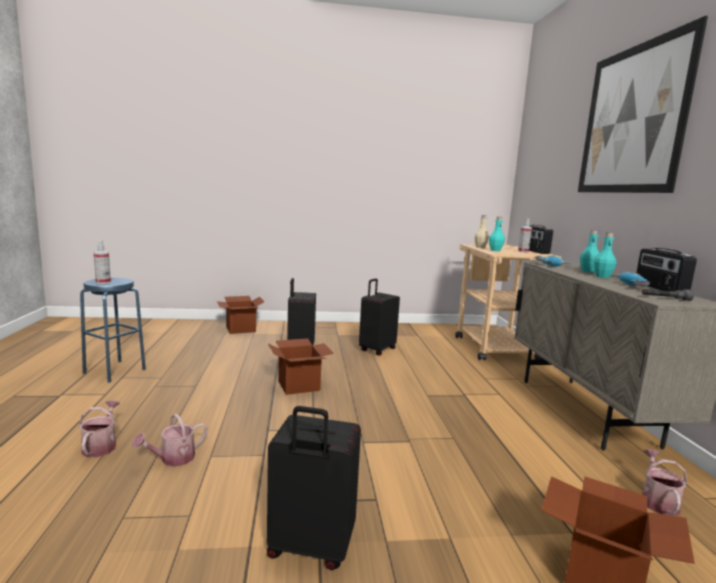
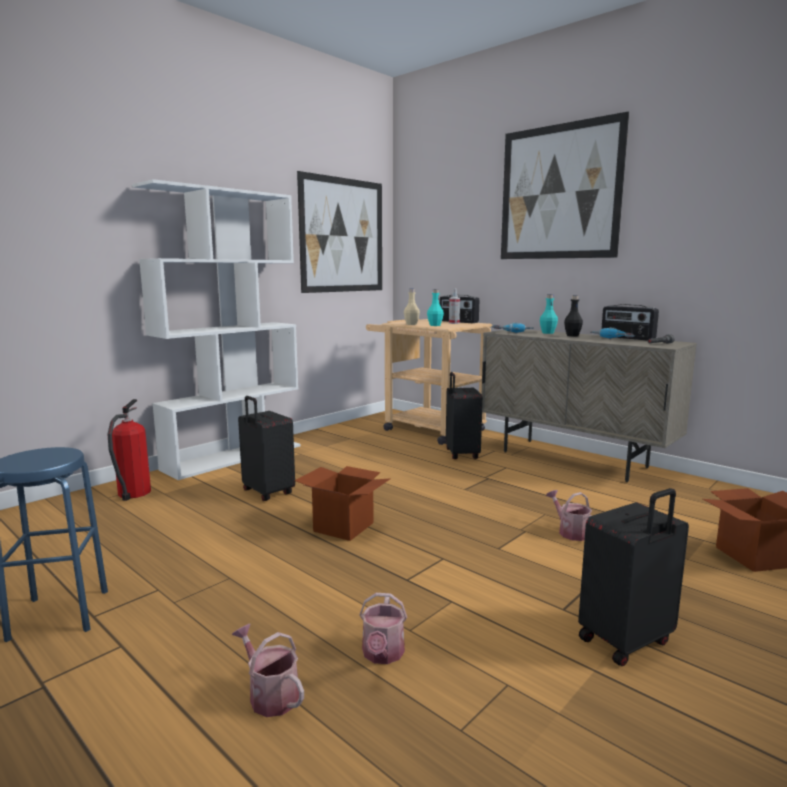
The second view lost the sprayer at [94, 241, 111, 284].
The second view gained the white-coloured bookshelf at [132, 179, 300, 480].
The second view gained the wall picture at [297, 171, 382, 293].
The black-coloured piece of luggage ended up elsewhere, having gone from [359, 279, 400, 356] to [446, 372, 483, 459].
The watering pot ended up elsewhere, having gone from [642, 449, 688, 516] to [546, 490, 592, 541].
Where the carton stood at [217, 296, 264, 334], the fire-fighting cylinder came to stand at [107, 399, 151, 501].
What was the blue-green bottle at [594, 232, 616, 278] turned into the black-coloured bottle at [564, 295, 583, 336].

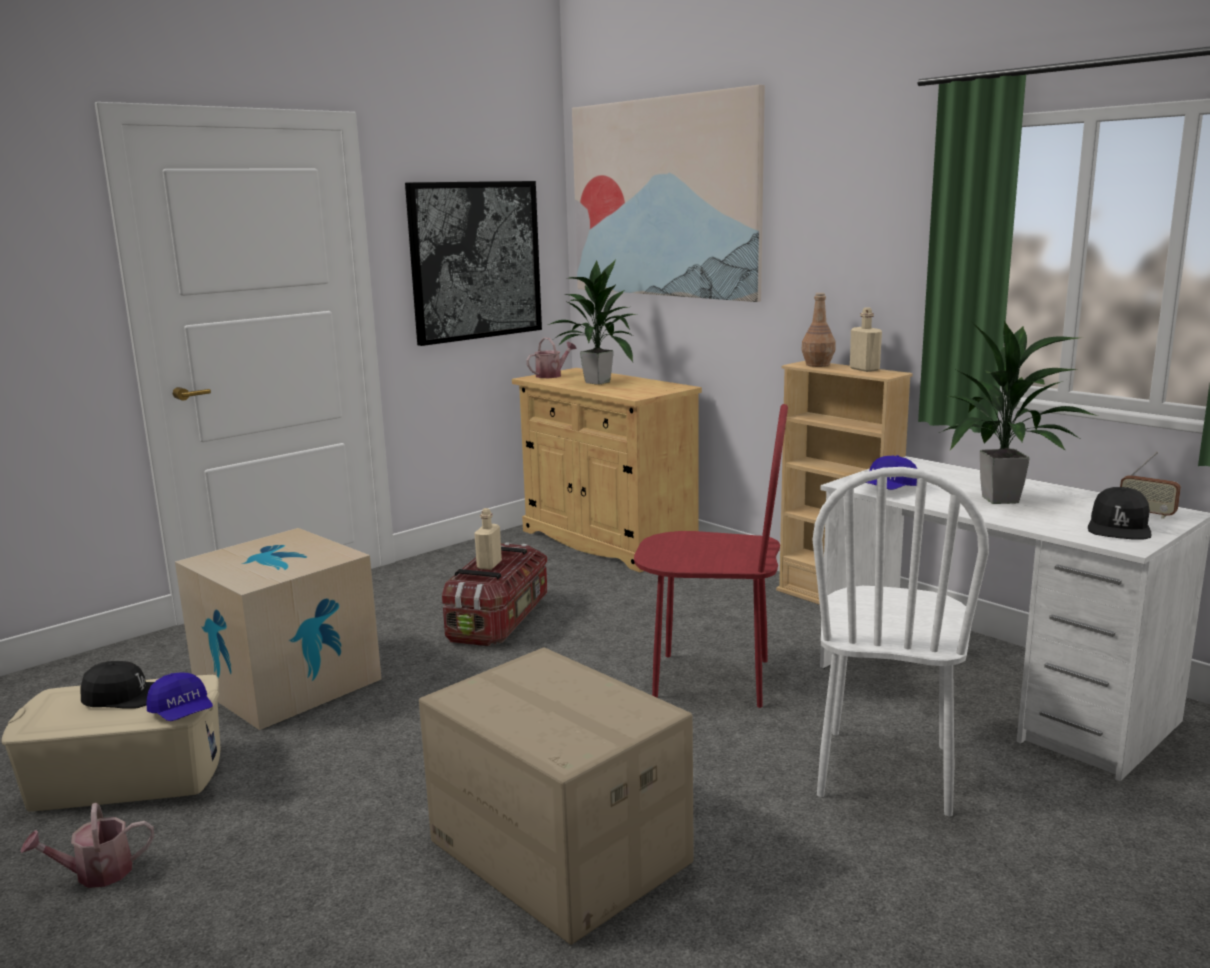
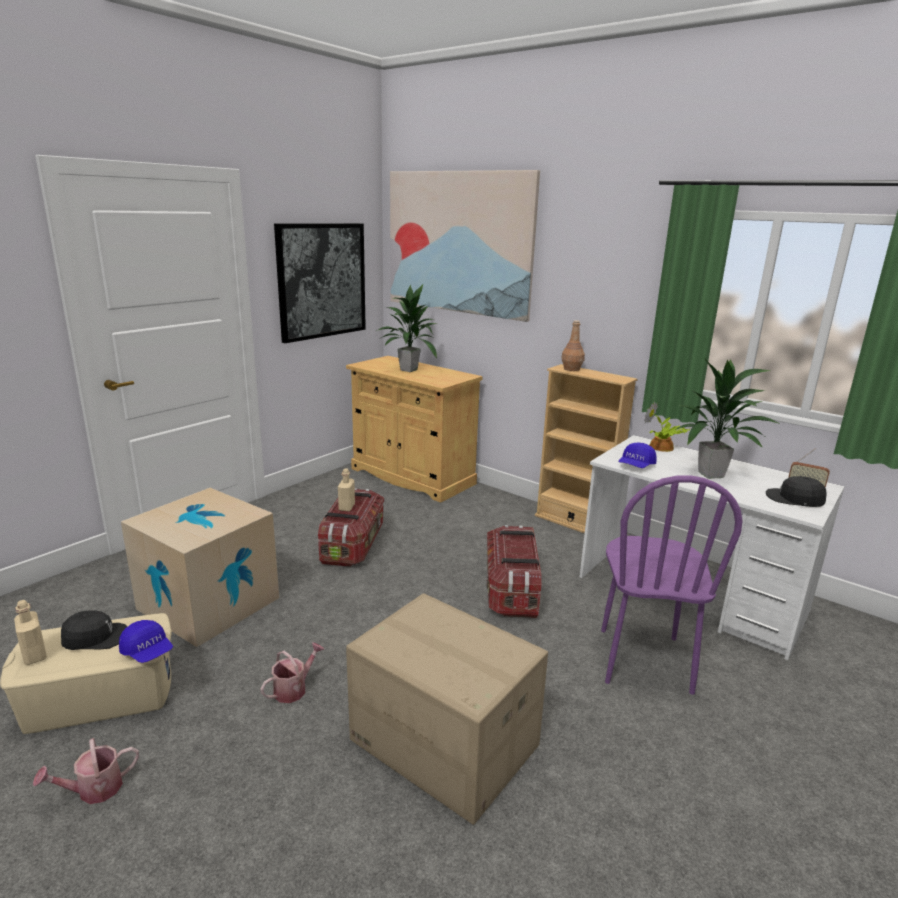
The second view gained the houseplant at [644, 401, 690, 452].
The watering pot ended up elsewhere, having gone from [526, 338, 577, 378] to [260, 643, 324, 703].
The sand-coloured bottle ended up elsewhere, having gone from [850, 307, 882, 372] to [14, 600, 47, 665].
Where the red-coloured upright chair stood at [634, 404, 788, 708], the storage container came to stand at [487, 525, 541, 618].
What was the white-coloured upright chair at [812, 467, 989, 816] turned into the purple upright chair at [601, 475, 742, 694].
The black-coloured peaked cap at [1088, 487, 1151, 540] ended up facing another way, 105 degrees clockwise from before.

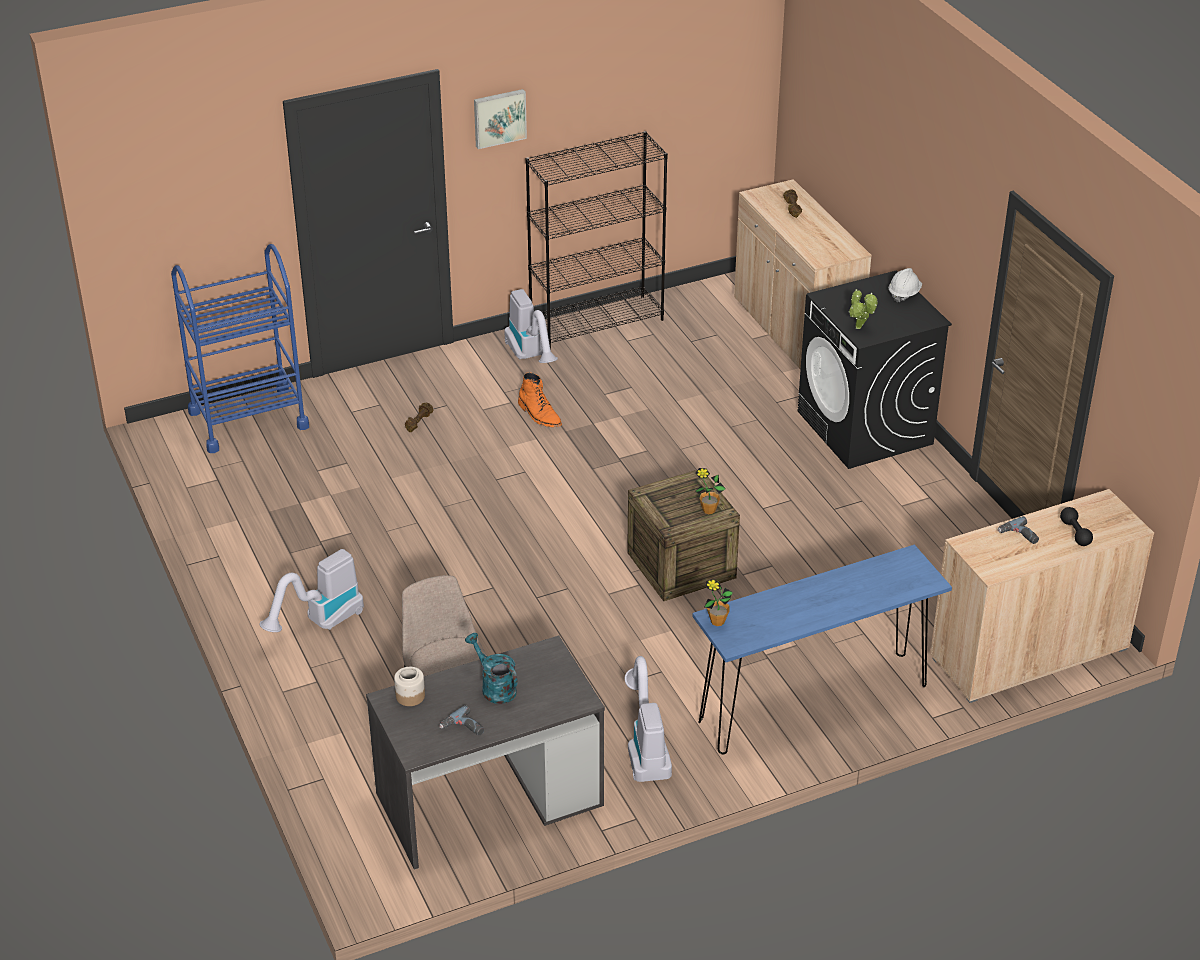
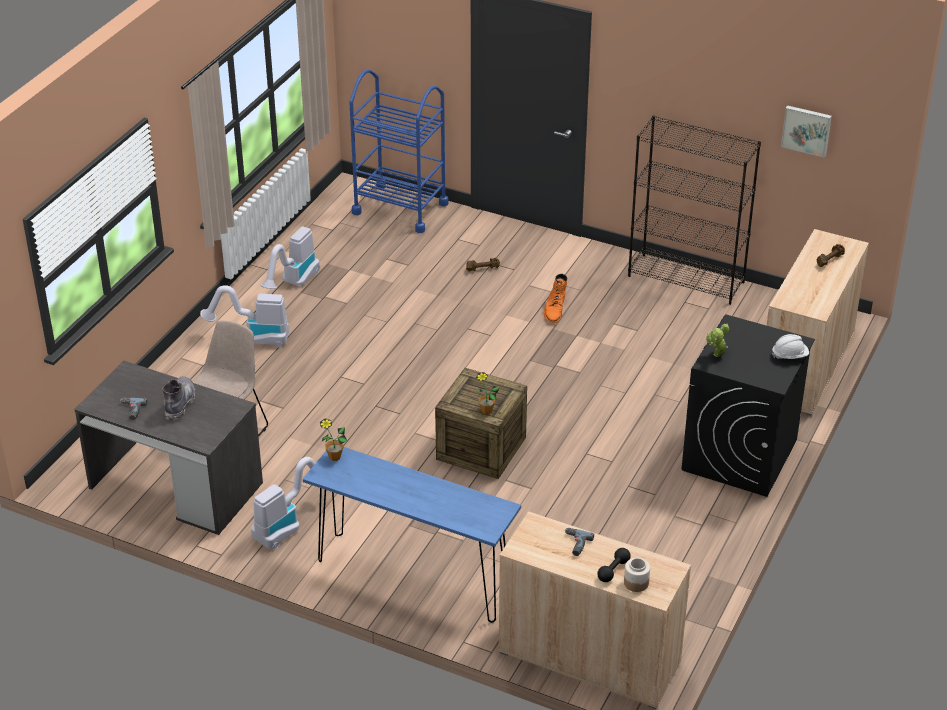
The storage jar ended up elsewhere, having gone from [394, 667, 425, 706] to [624, 558, 650, 592].
The wall picture ended up elsewhere, having gone from [474, 89, 527, 149] to [781, 105, 832, 158].
The vacuum ended up elsewhere, having gone from [504, 289, 558, 363] to [261, 226, 320, 289].
Where the blue-green watering pot stood at [465, 633, 518, 704], the gray high-top boot came to stand at [162, 376, 195, 421].

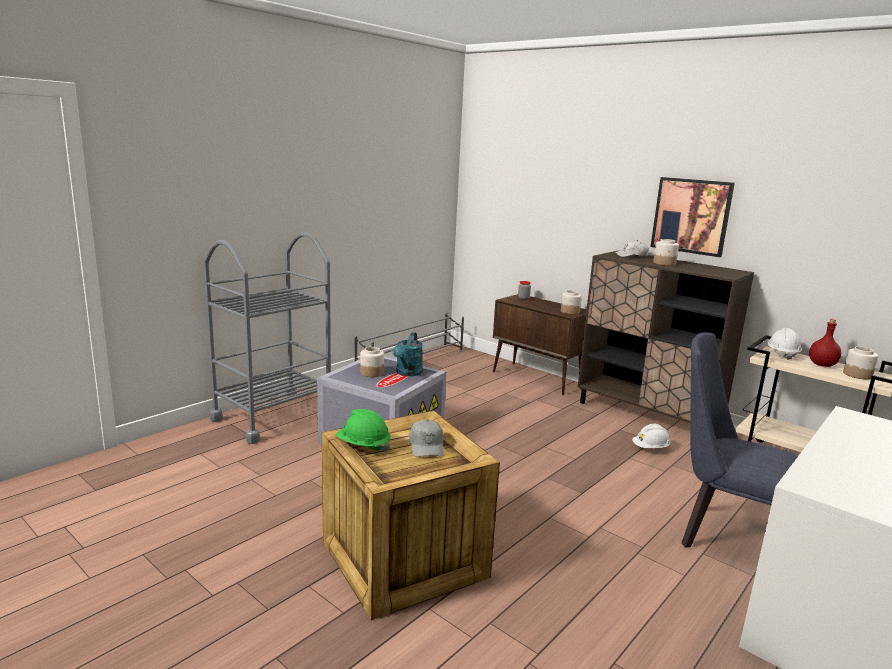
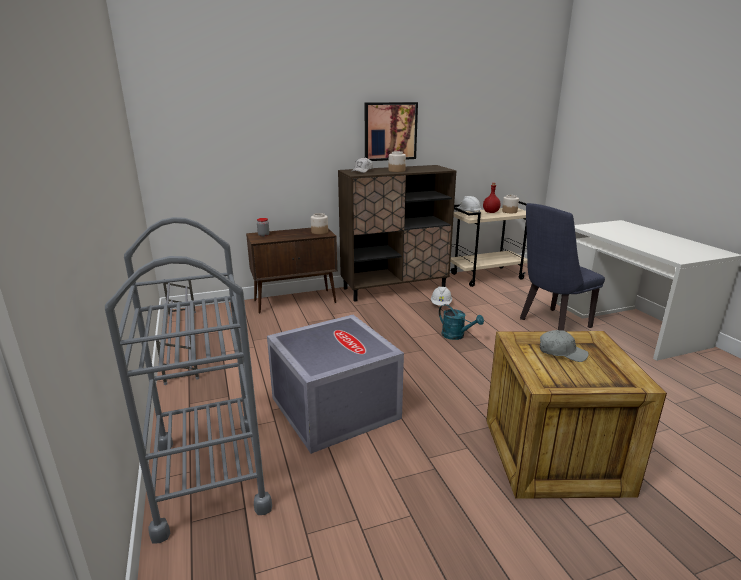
The second view lost the green-coloured hard hat at [336, 409, 391, 452].
The second view lost the storage jar at [360, 347, 384, 377].
The blue-green watering pot ended up elsewhere, having gone from [393, 332, 423, 376] to [439, 304, 484, 340].

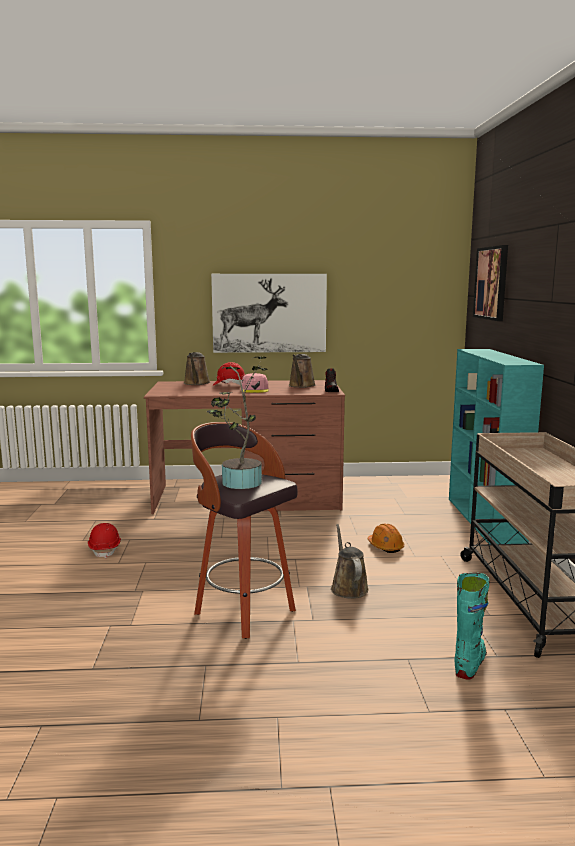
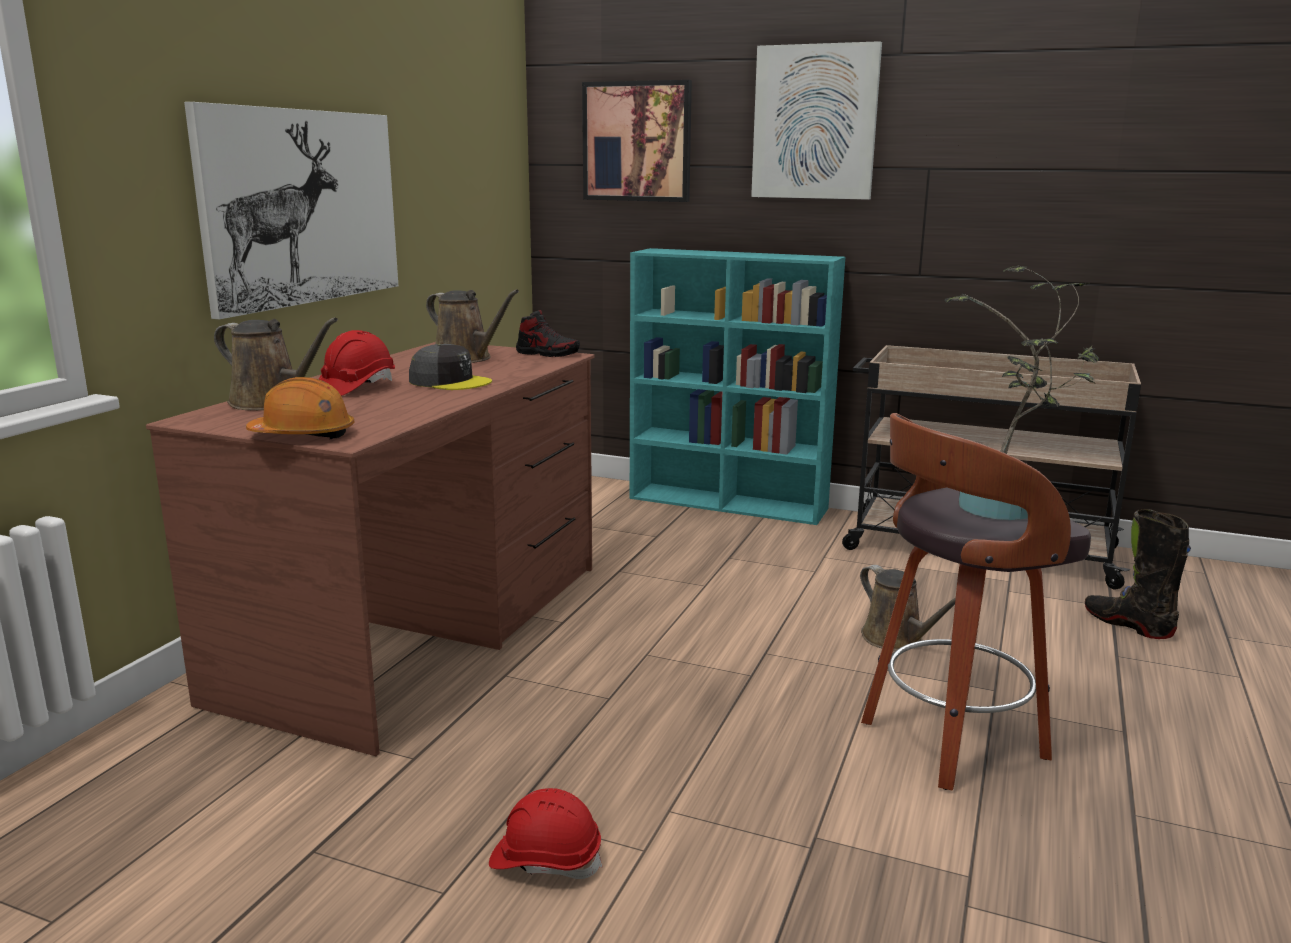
The second view gained the wall picture at [751, 41, 882, 200].
The orange-coloured hard hat ended up elsewhere, having gone from [368, 524, 404, 553] to [246, 377, 354, 439].
What was the pink-coloured peaked cap at [241, 373, 269, 393] turned into the gray peaked cap at [409, 344, 492, 390].
What was the blue-green high-top boot at [454, 573, 490, 680] turned into the black-coloured high-top boot at [1085, 509, 1191, 639].
The brown-coloured watering pot at [331, 524, 369, 599] ended up facing another way, 135 degrees counterclockwise from before.

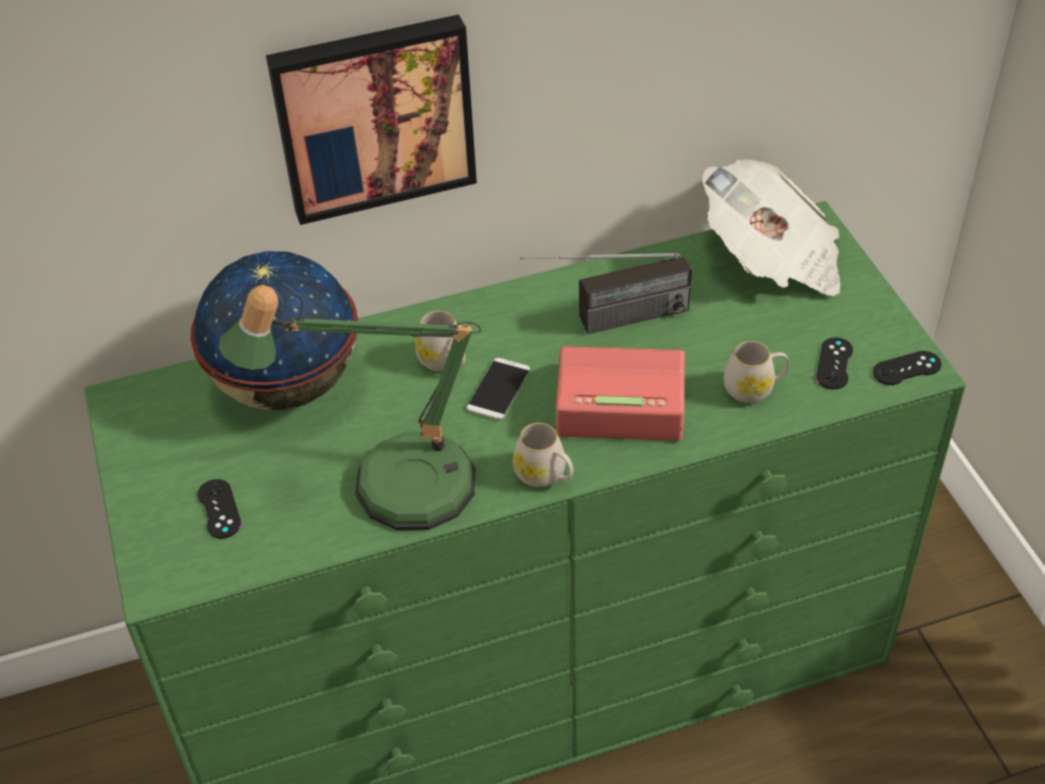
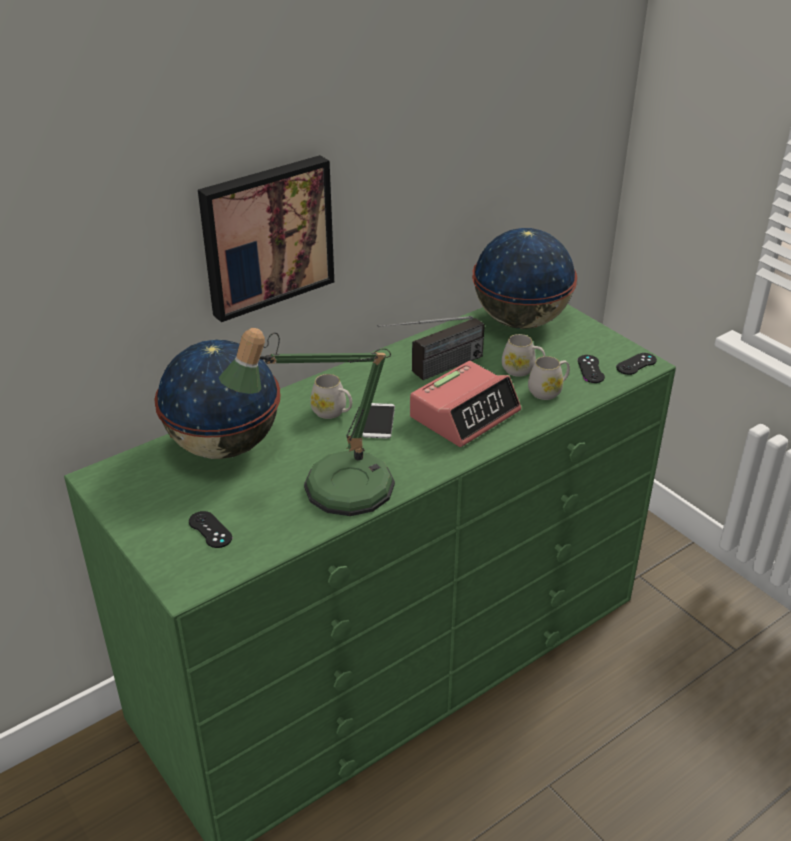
The white-coloured mug ended up elsewhere, having gone from [513, 423, 573, 487] to [502, 334, 545, 377].
Where the newspaper stood at [702, 159, 840, 296], the world globe came to stand at [472, 228, 577, 329].
The bedside clock at [556, 346, 685, 441] ended up facing another way, 150 degrees clockwise from before.

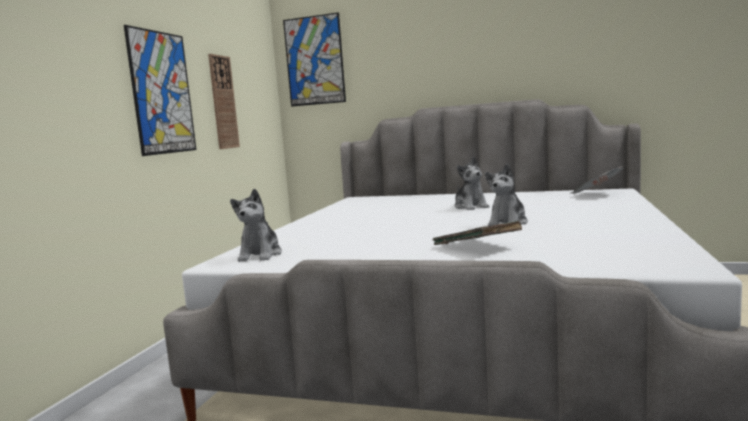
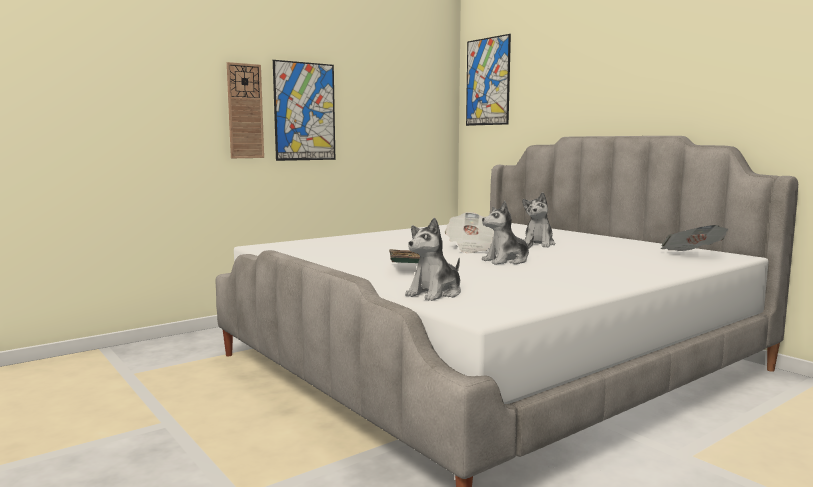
The second view gained the newspaper at [445, 212, 494, 253].
The hanging clock ended up elsewhere, having gone from [208, 54, 240, 149] to [227, 62, 264, 158].
The plush toy ended up elsewhere, having gone from [230, 189, 282, 262] to [405, 218, 461, 301].

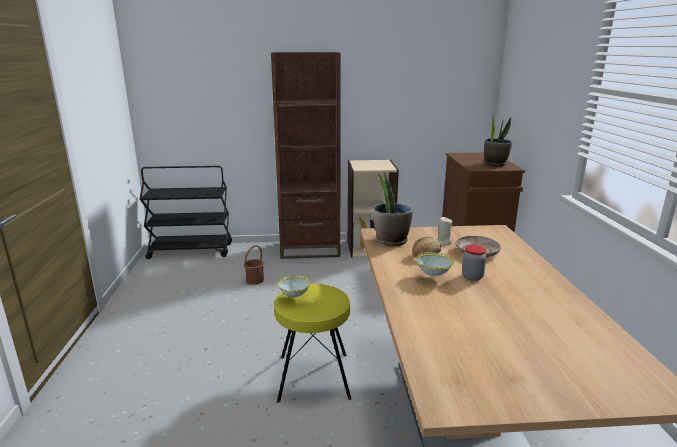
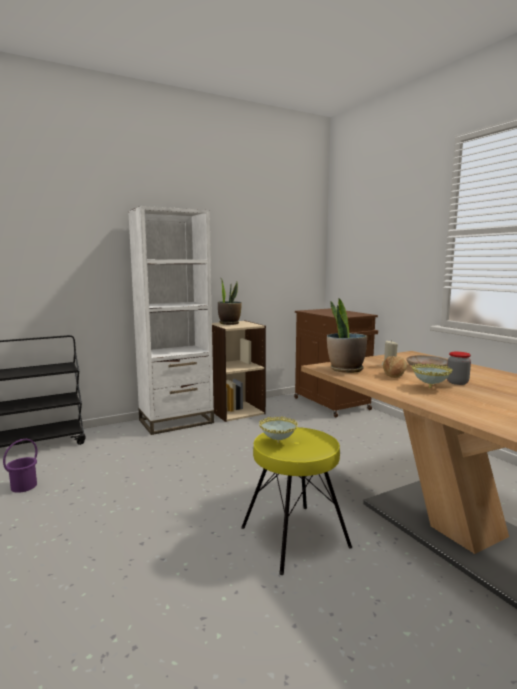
The second view lost the brown-coloured bucket at [244, 246, 264, 285].
The second view gained the purple bucket at [3, 439, 38, 493].
The houseplant ended up elsewhere, having gone from [484, 113, 512, 166] to [218, 279, 242, 325].
What was the brown-coloured bookshelf at [271, 52, 341, 259] turned into the white-coloured bookshelf at [128, 206, 214, 435].

